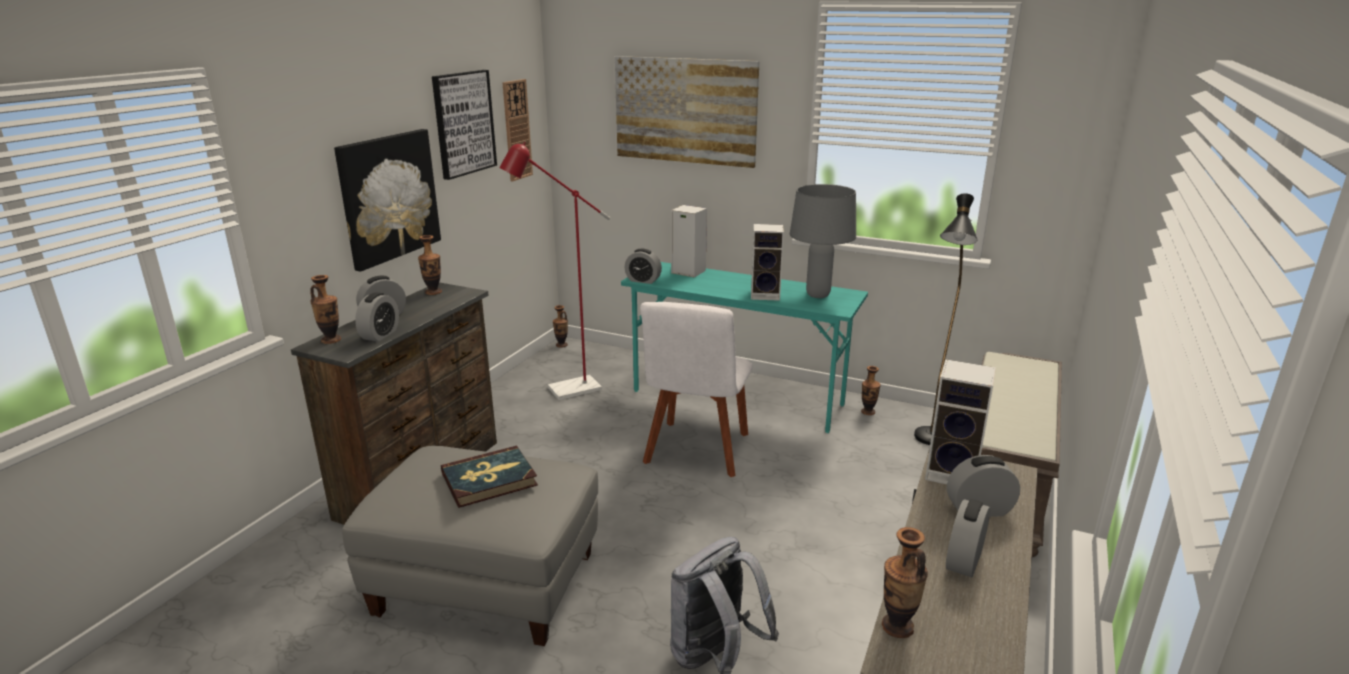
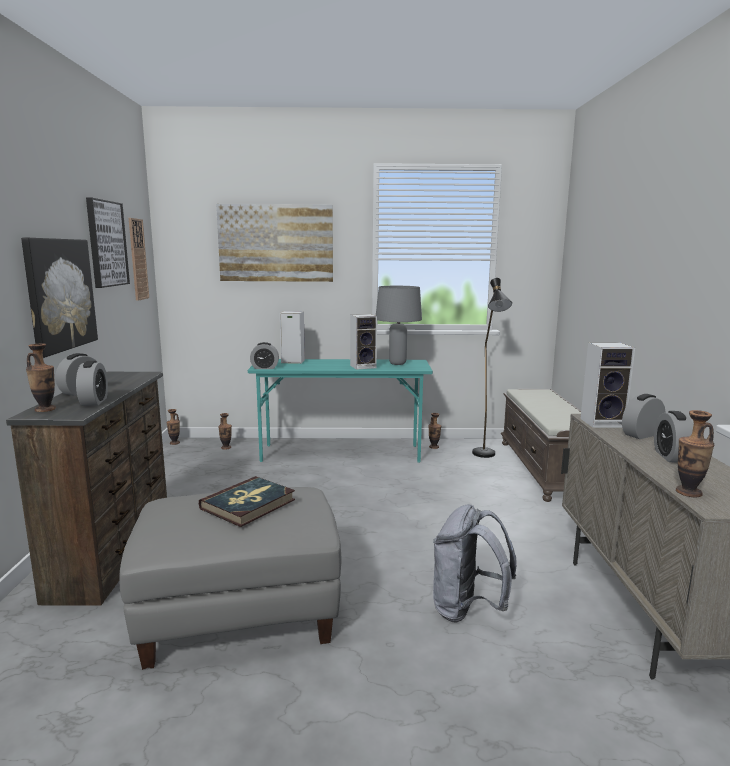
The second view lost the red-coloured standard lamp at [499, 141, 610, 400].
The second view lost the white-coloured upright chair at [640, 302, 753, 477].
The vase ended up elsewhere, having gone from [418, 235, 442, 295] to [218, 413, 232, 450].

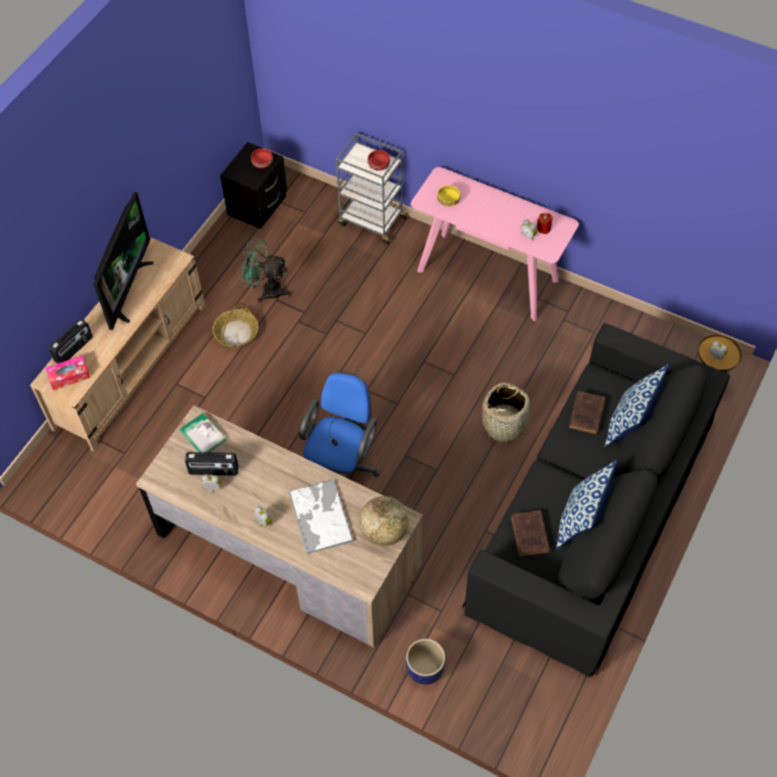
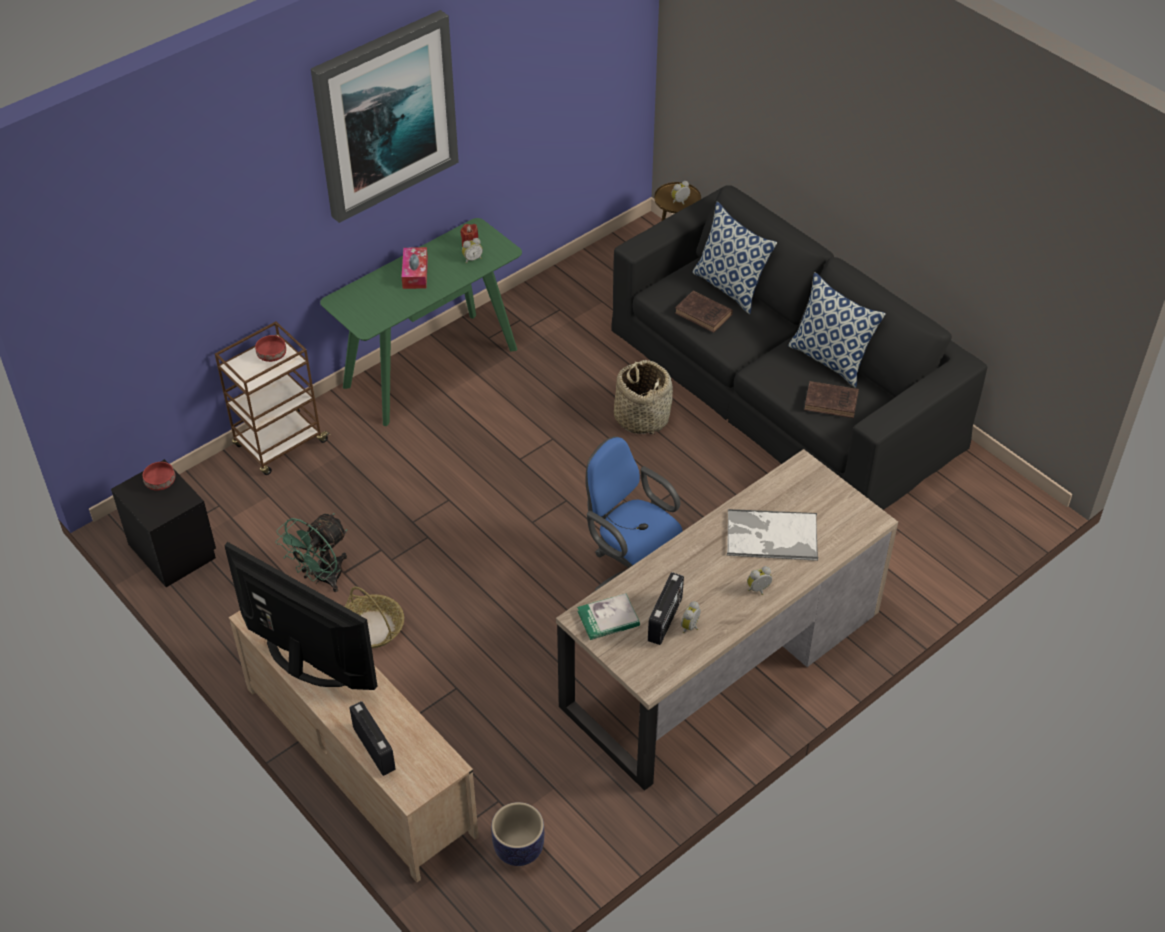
The second view lost the world globe at [359, 496, 409, 546].
The second view lost the yellowish serving bowl at [437, 185, 461, 207].
The second view gained the wall picture at [311, 10, 459, 223].
The box of tissues ended up elsewhere, having gone from [45, 355, 90, 391] to [402, 247, 428, 289].
The planter ended up elsewhere, having gone from [406, 638, 446, 685] to [491, 802, 544, 866].
What was the gray cart at [336, 133, 410, 244] turned into the brown-coloured cart at [215, 322, 331, 475].
What was the pink-coloured console table at [411, 167, 579, 321] turned into the green-coloured console table at [320, 218, 522, 426].

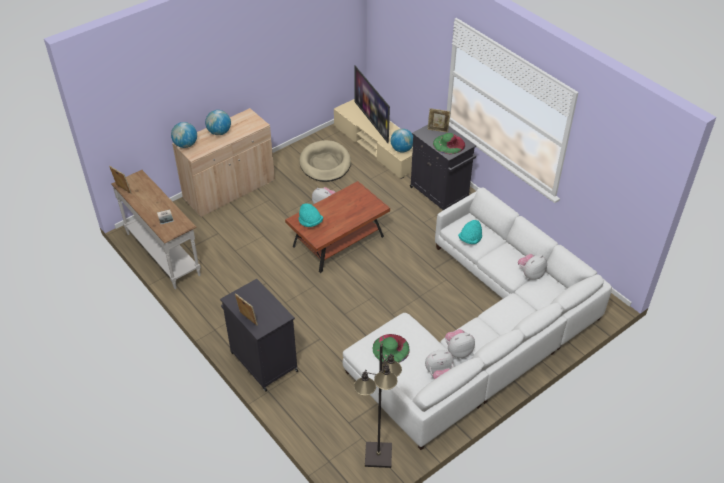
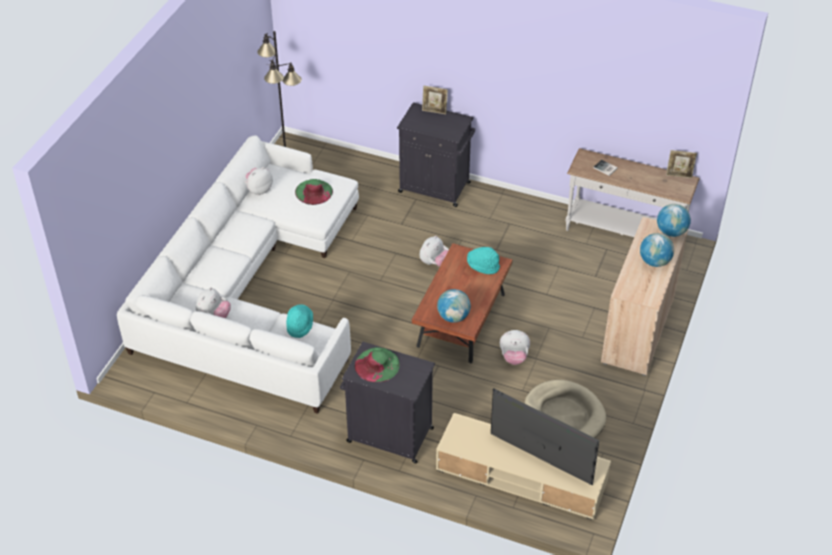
The second view lost the picture frame at [427, 108, 451, 133].
The world globe ended up elsewhere, having gone from [391, 129, 413, 152] to [437, 289, 471, 323].
The plush toy ended up elsewhere, having gone from [445, 329, 475, 358] to [420, 236, 449, 267].

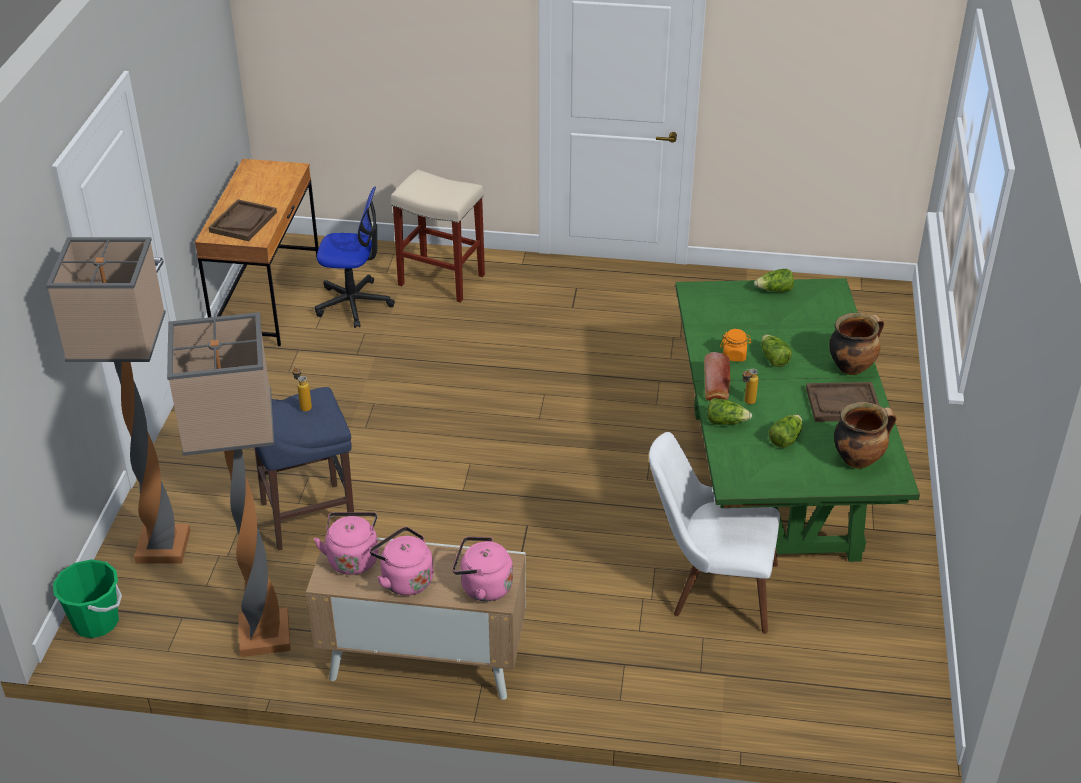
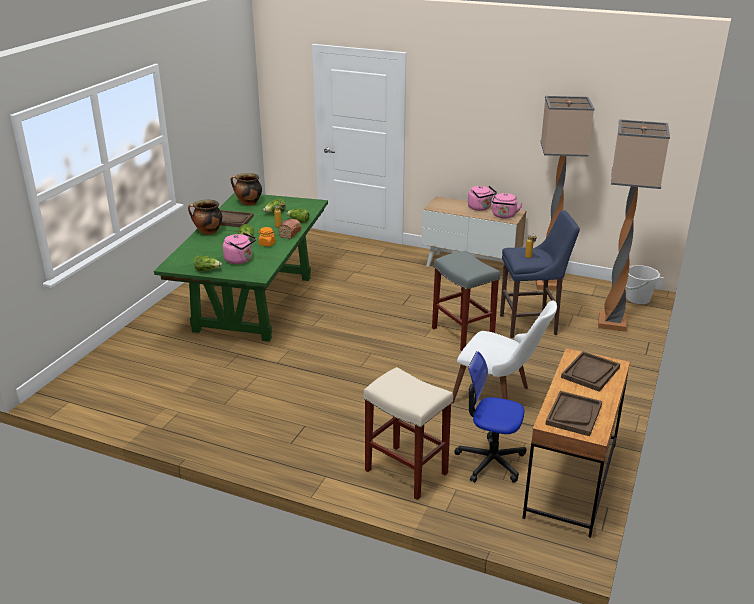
The second view gained the gray sitting stool at [432, 251, 500, 351].
The second view gained the brown-coloured carrying tray at [545, 391, 602, 436].
The pink-coloured water kettle ended up elsewhere, having gone from [453, 537, 513, 601] to [223, 232, 256, 264].
The white-coloured upright chair ended up elsewhere, having gone from [649, 432, 780, 634] to [452, 301, 557, 404].
What was the green-coloured bucket at [53, 559, 122, 638] turned into the white-coloured bucket at [626, 265, 660, 304].

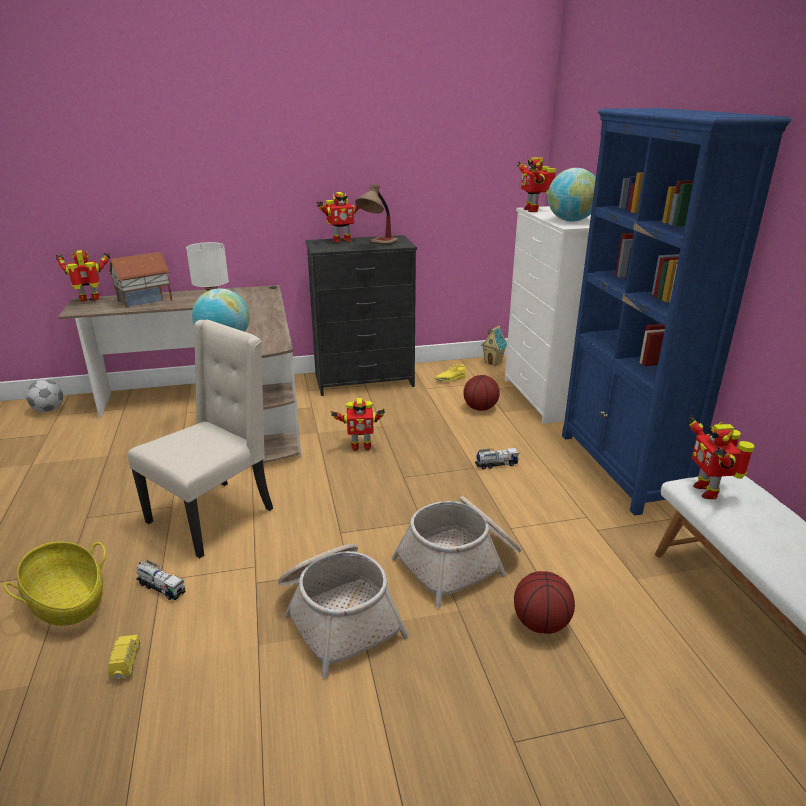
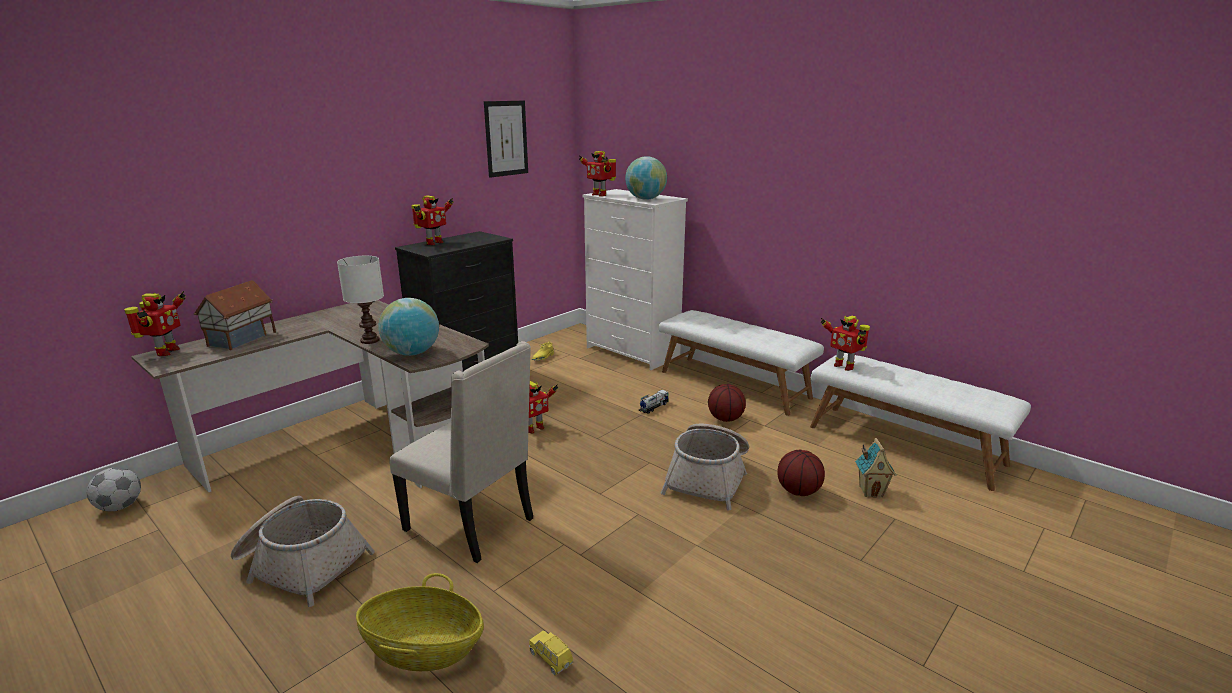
The second view lost the model truck at [136, 560, 186, 600].
The second view lost the lamp for a table at [355, 183, 398, 245].
The second view gained the wall picture at [484, 101, 528, 178].
The basket ended up elsewhere, having gone from [278, 544, 409, 678] to [231, 496, 375, 607].
The ball for basketball ended up elsewhere, having gone from [463, 375, 500, 411] to [708, 384, 746, 422].
The model house ended up elsewhere, having gone from [481, 326, 507, 366] to [855, 438, 896, 498].
Where the blue-coloured bookshelf stood at [562, 108, 791, 516], the white-coloured bench came to stand at [659, 310, 824, 416].
The robot figure at [56, 250, 110, 301] ended up facing another way, 150 degrees clockwise from before.
The sand-coloured upright chair at [128, 320, 273, 559] ended up facing another way, 120 degrees clockwise from before.

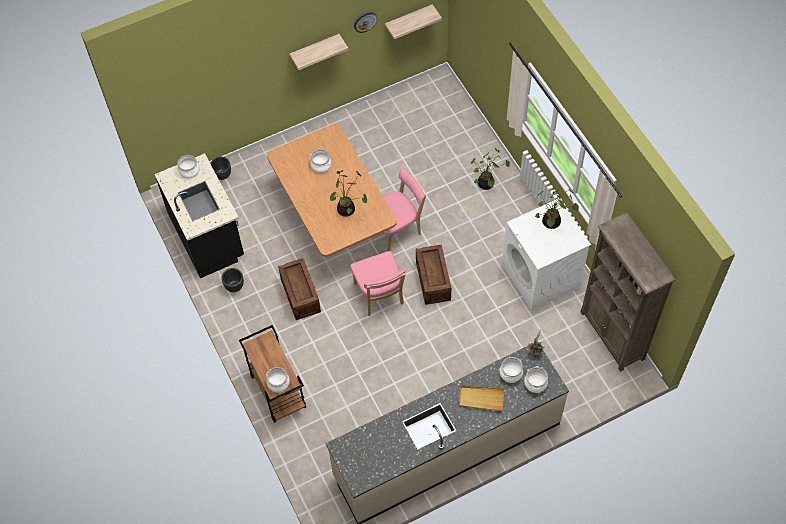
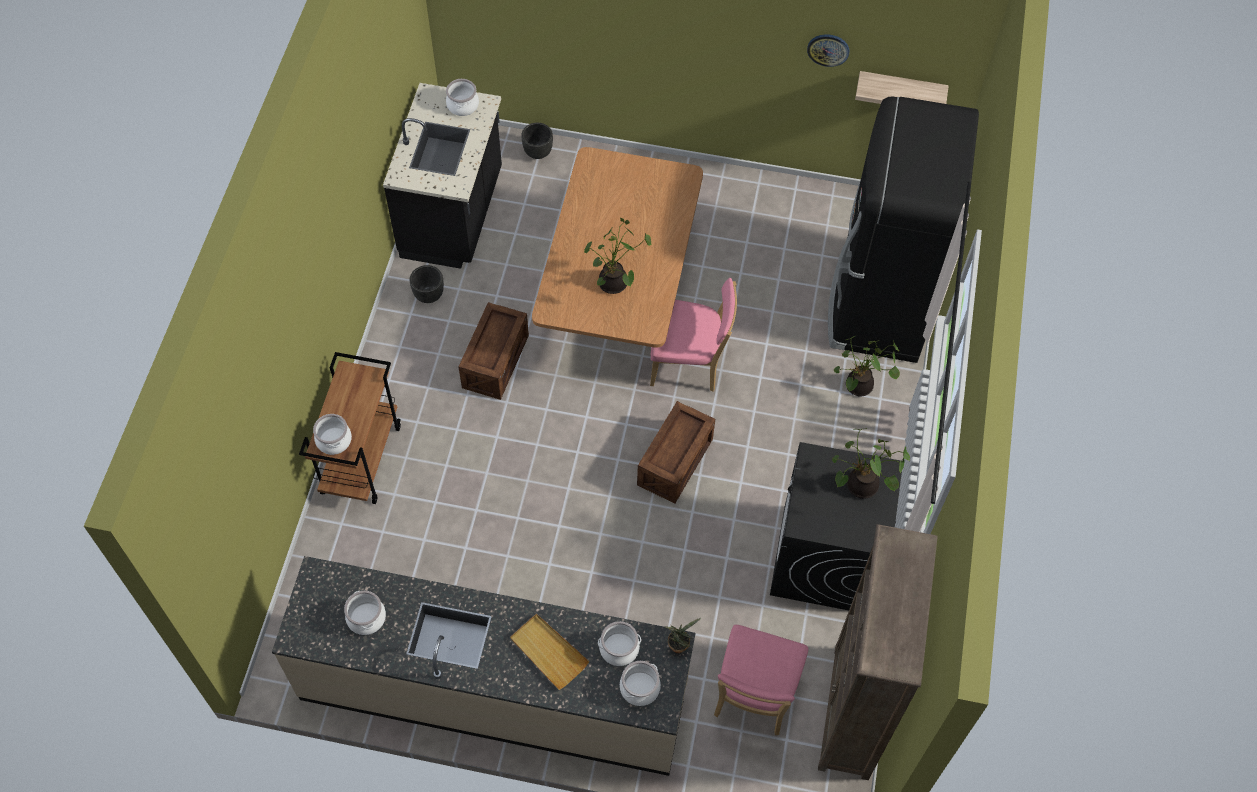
The second view lost the bracket shelf at [290, 34, 348, 70].
The second view gained the black-coloured refrigerator at [828, 96, 979, 363].
The stockpot ended up elsewhere, having gone from [310, 149, 331, 173] to [344, 591, 386, 635].
The pink-coloured upright chair ended up elsewhere, having gone from [350, 251, 406, 316] to [714, 625, 808, 735].
What was the white-coloured laundry machine at [502, 198, 591, 310] turned into the black-coloured laundry machine at [770, 442, 902, 610].

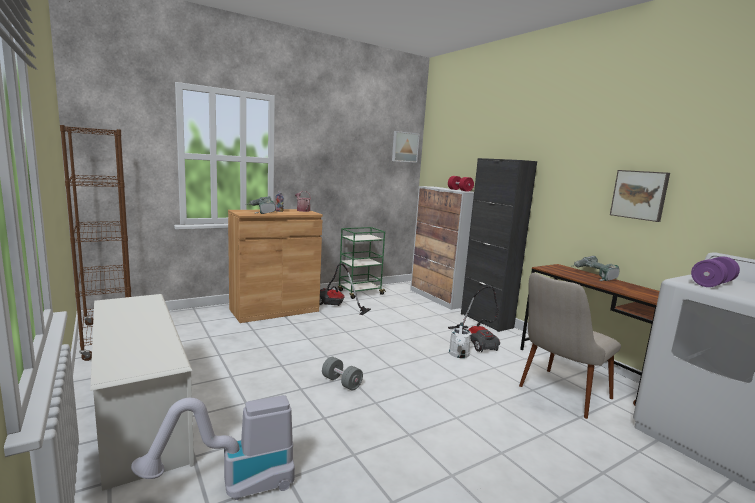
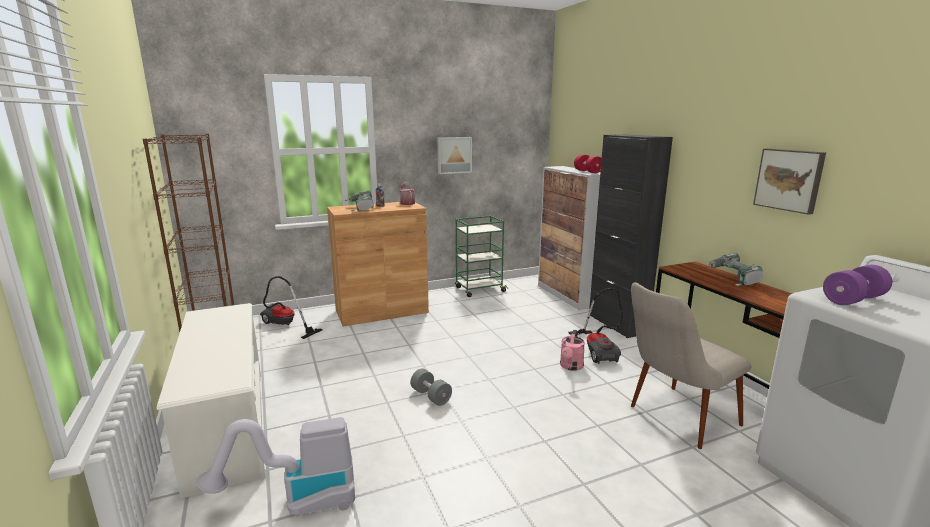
The vacuum ended up elsewhere, having gone from [319, 263, 371, 315] to [260, 276, 323, 339].
The wall picture ended up elsewhere, having gone from [392, 131, 419, 163] to [438, 137, 472, 174].
What was the white-coloured watering pot at [449, 322, 471, 358] turned into the pink-coloured watering pot at [560, 330, 585, 371].

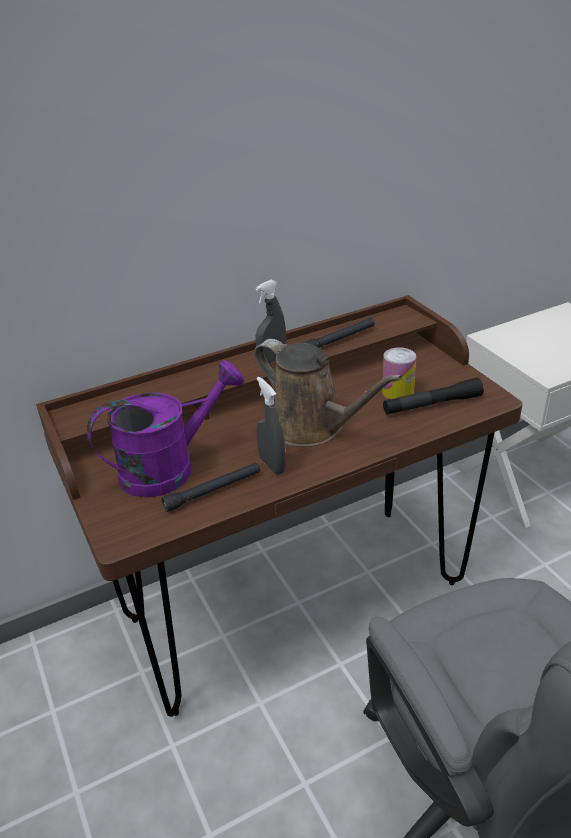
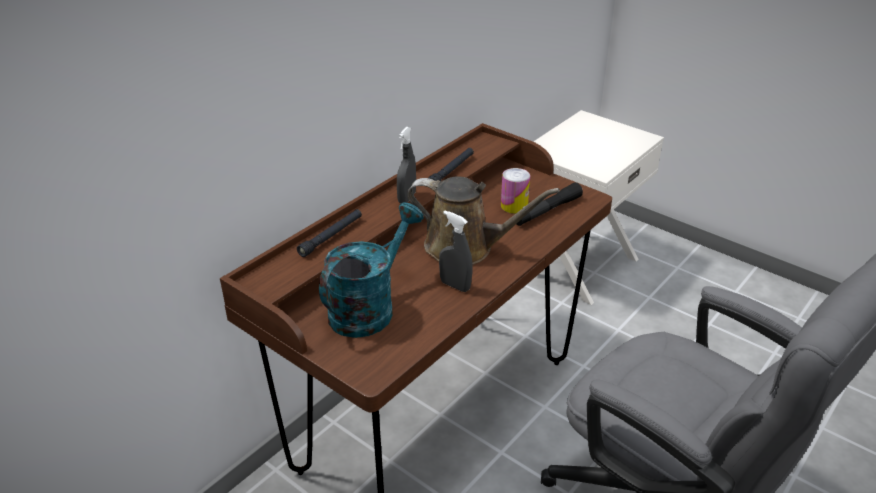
The black-coloured flashlight ended up elsewhere, having gone from [161, 463, 260, 512] to [297, 209, 362, 257].
What was the purple watering pot at [87, 360, 244, 498] turned into the blue-green watering pot at [319, 202, 424, 338].

